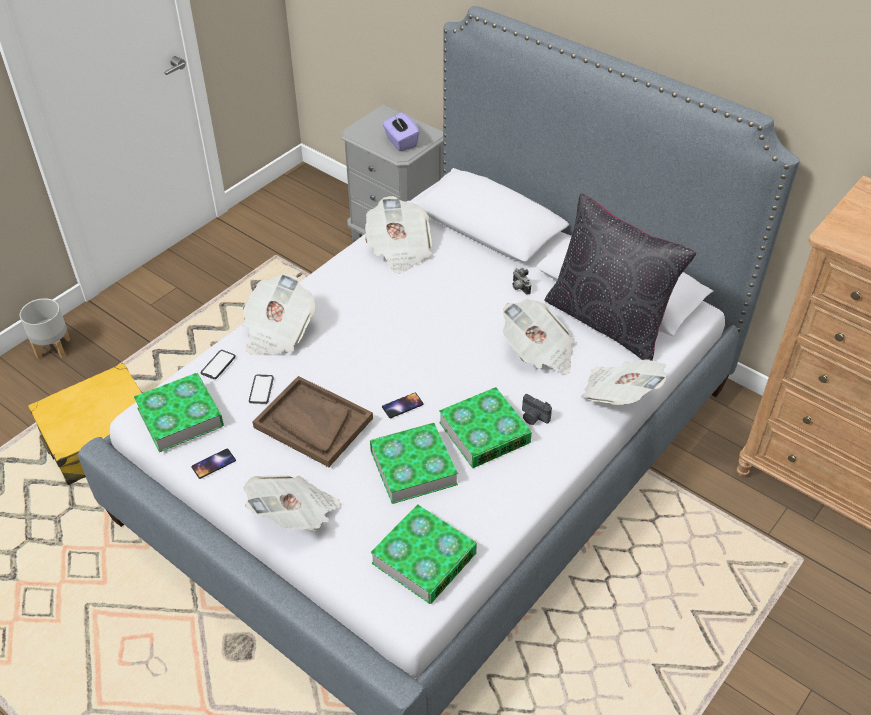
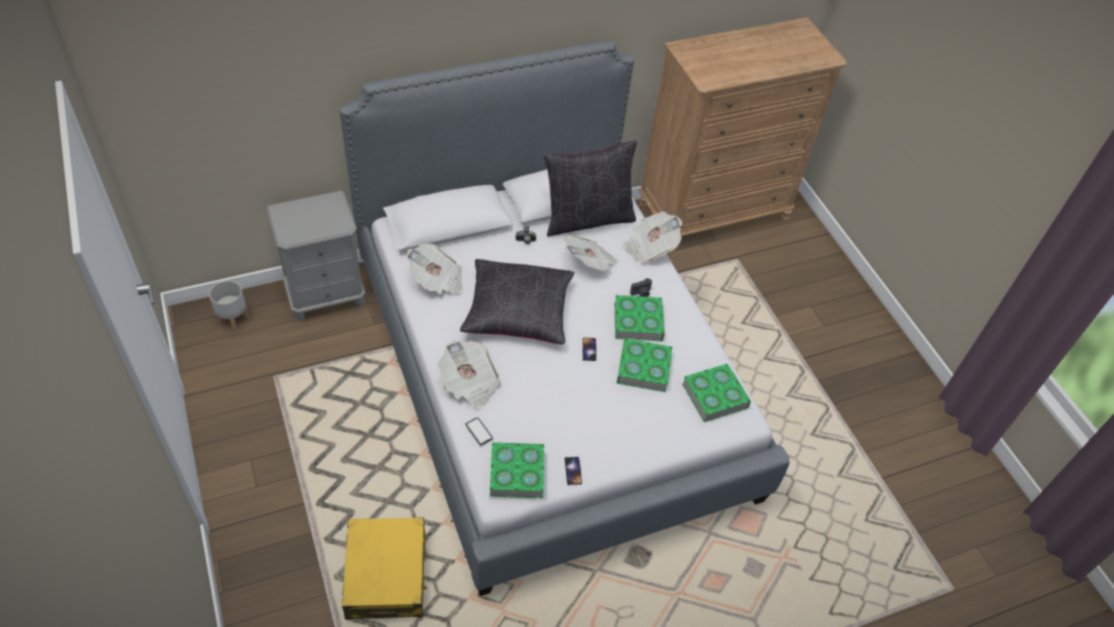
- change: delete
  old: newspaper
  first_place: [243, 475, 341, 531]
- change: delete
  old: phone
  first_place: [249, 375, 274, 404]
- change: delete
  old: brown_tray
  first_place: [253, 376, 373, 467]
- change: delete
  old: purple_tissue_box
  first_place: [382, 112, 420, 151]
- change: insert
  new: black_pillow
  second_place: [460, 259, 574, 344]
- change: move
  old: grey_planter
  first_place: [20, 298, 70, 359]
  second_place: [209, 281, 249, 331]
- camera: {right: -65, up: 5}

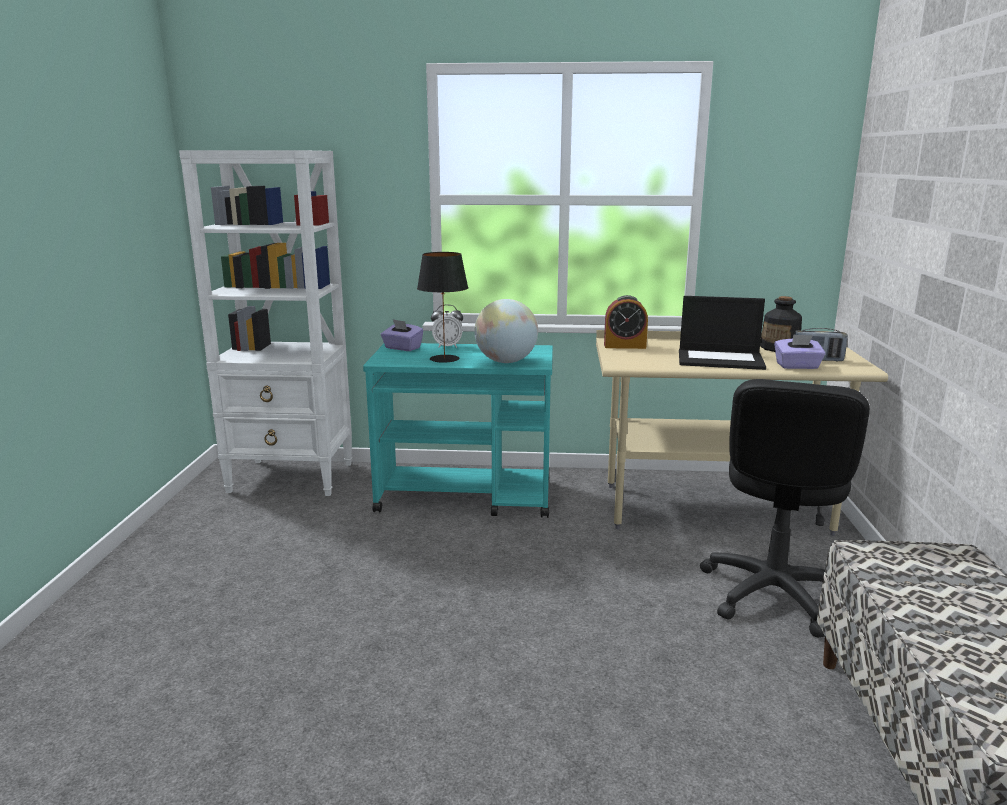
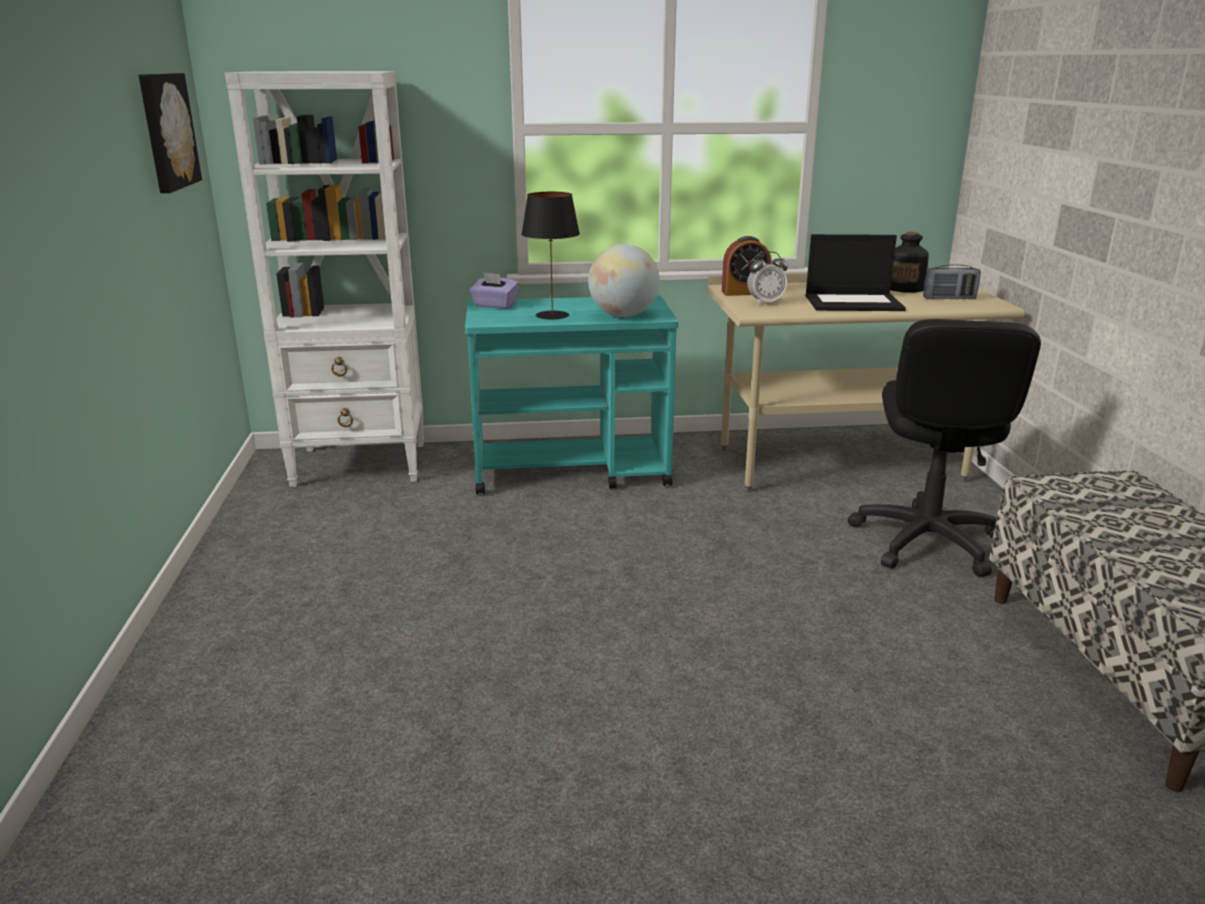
- change: delete
  old: purple_tissue_box
  first_place: [774, 334, 826, 369]
- change: insert
  new: picture
  second_place: [138, 73, 202, 193]
- change: move
  old: alarm_clock
  first_place: [431, 304, 463, 348]
  second_place: [747, 251, 788, 305]
- camera: {right: -10, up: 5}

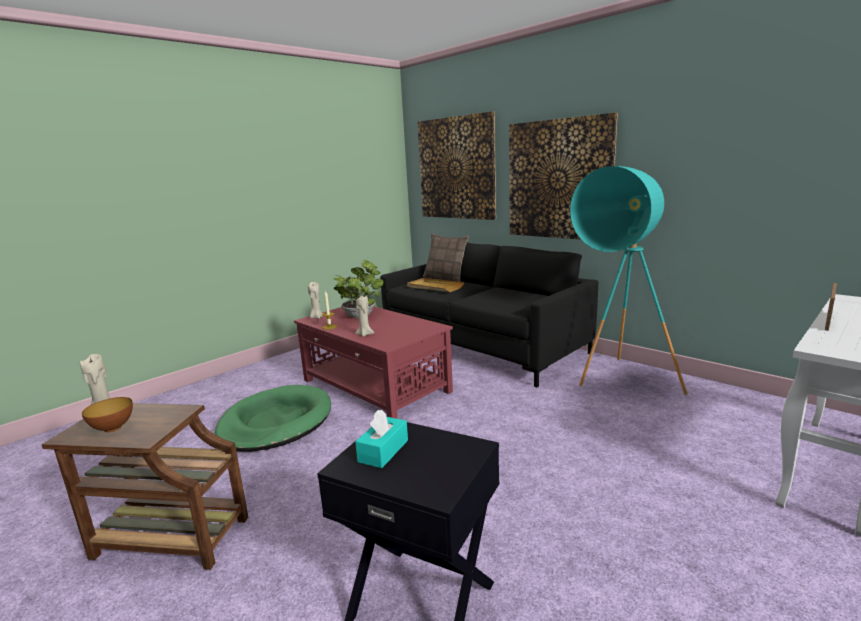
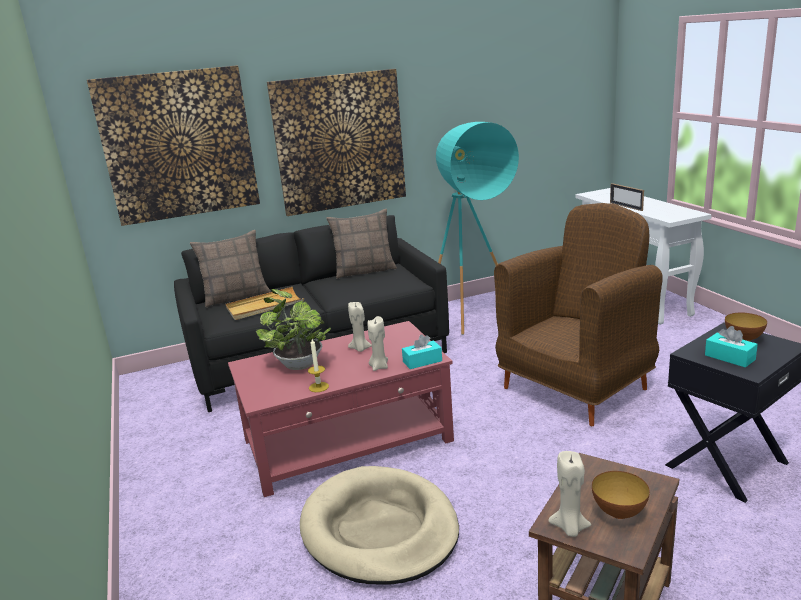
- change: insert
  new: pillow
  second_place: [326, 209, 397, 279]
- change: insert
  new: turquoise_tissue_box
  second_place: [402, 335, 442, 369]
- change: insert
  new: brown_armchair
  second_place: [494, 203, 663, 426]
- change: insert
  new: bowl
  second_place: [725, 313, 767, 341]
- change: move
  old: beige_candle
  first_place: [308, 282, 323, 319]
  second_place: [348, 302, 372, 352]
- change: recolor
  old: green_dog_bed
  new: beige_dog_bed
  first_place: [215, 385, 331, 452]
  second_place: [300, 466, 459, 585]
- camera: {right: -65, up: 5}

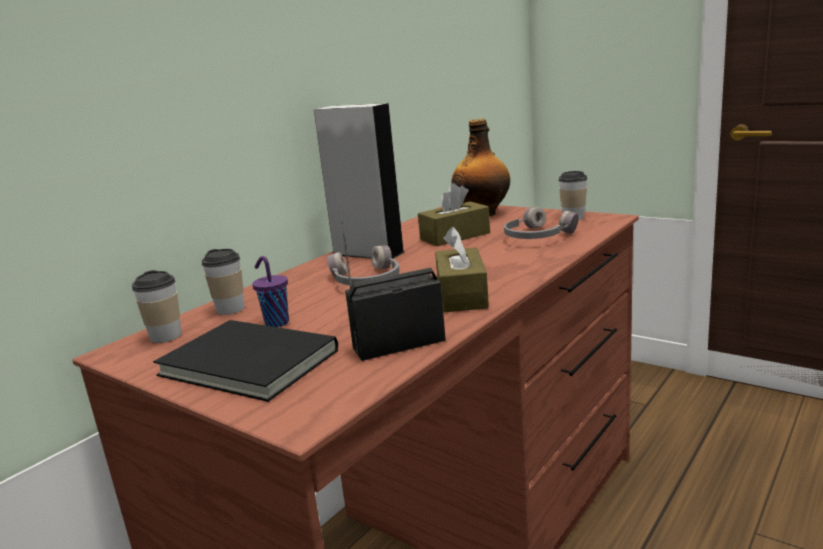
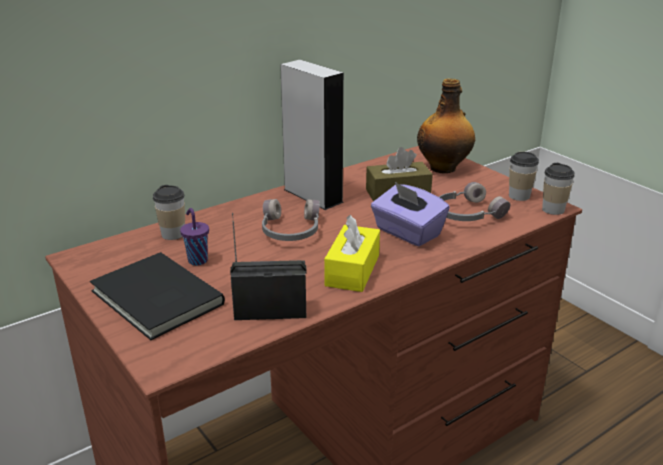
- change: insert
  new: purple_tissue_box
  second_place: [371, 182, 450, 246]
- change: move
  old: cup
  first_place: [132, 270, 182, 343]
  second_place: [542, 163, 575, 215]
- change: recolor
  old: brown_tissue_box
  new: yellow_tissue_box
  first_place: [435, 227, 489, 312]
  second_place: [324, 215, 380, 292]
- camera: {right: 15, up: 10}

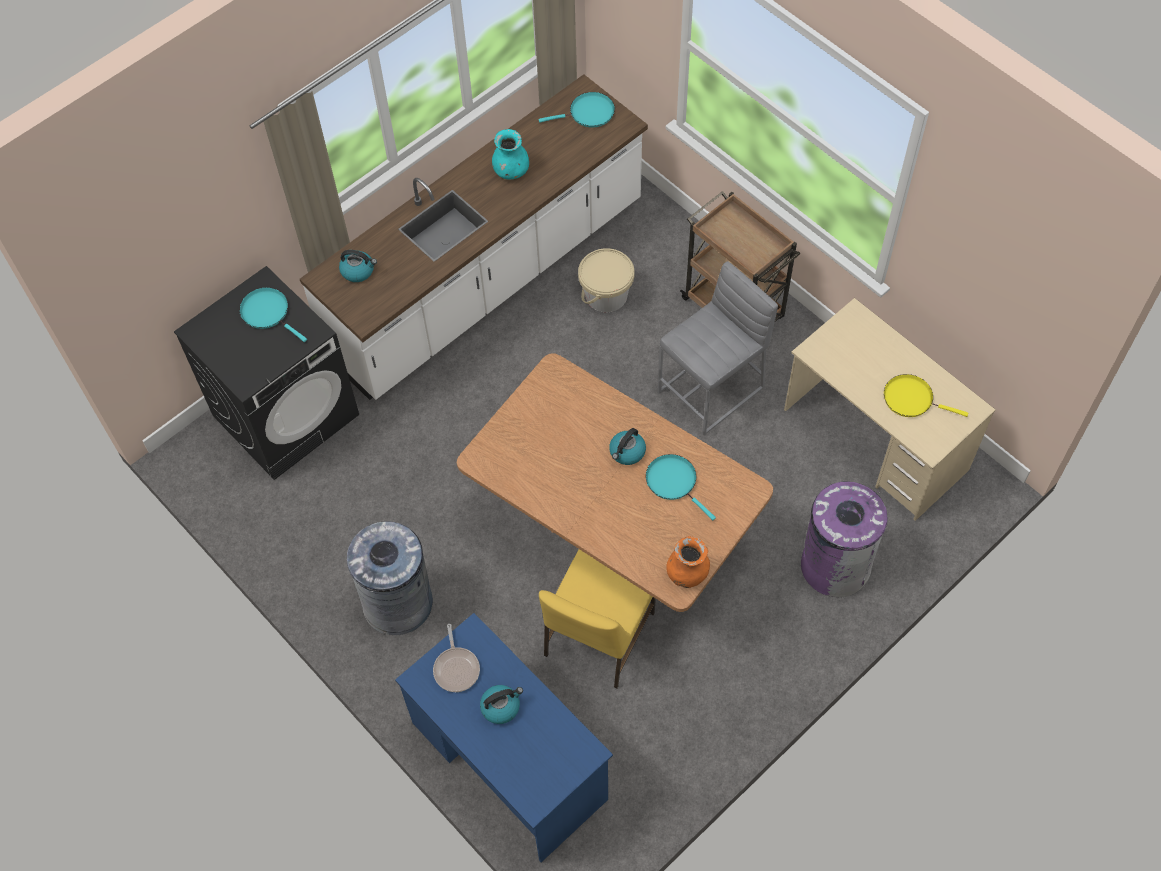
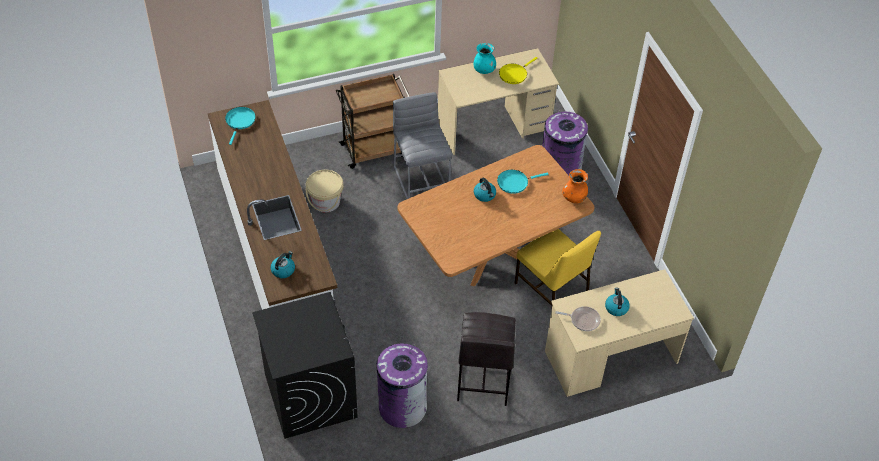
- change: delete
  old: turquoise_frying_pan
  first_place: [239, 287, 307, 342]
- change: insert
  new: purple_trash_can
  second_place: [376, 344, 428, 428]
- change: move
  old: turquoise_vase
  first_place: [492, 129, 529, 179]
  second_place: [474, 43, 496, 74]
- change: replace
  old: grey_trash_can
  new: grey_stool
  first_place: [347, 521, 433, 635]
  second_place: [457, 312, 516, 406]
- change: recolor
  old: blue_desk
  new: beige_desk
  first_place: [395, 613, 613, 862]
  second_place: [545, 269, 694, 397]
- camera: {right: -70, up: -10}

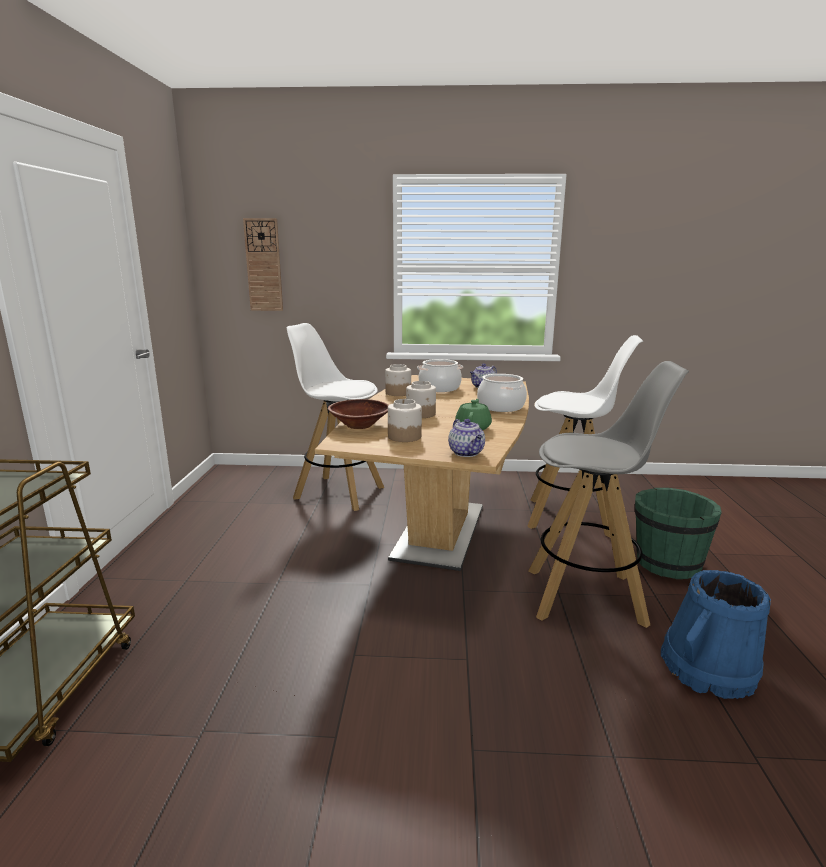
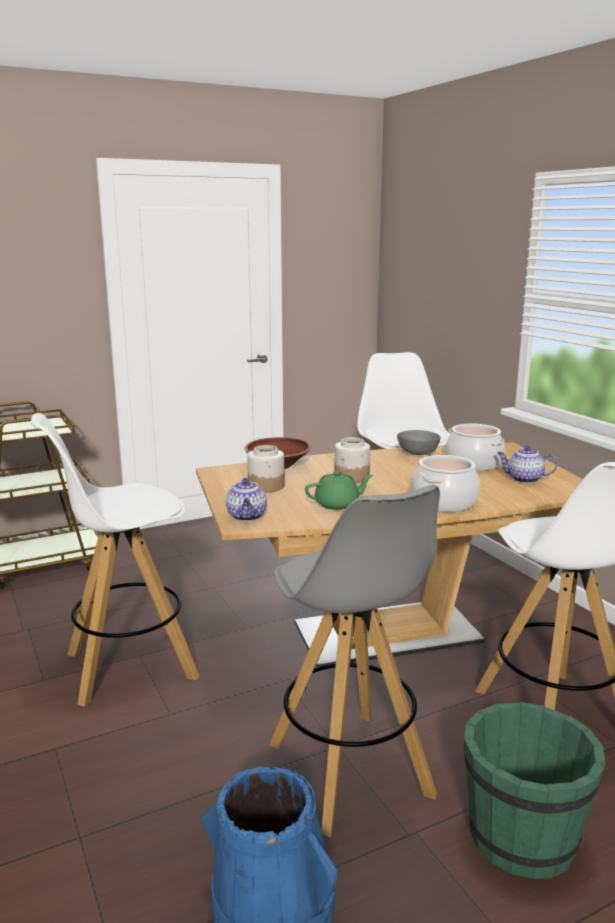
- change: delete
  old: wall_clock
  first_place: [243, 218, 283, 311]
- change: insert
  new: white_stool
  second_place: [31, 413, 200, 706]
- change: replace
  old: jar
  new: grey_bowl
  first_place: [385, 364, 411, 396]
  second_place: [397, 430, 440, 455]
- change: rotate
  old: teapot
  first_place: [448, 419, 485, 457]
  second_place: [226, 478, 267, 521]
  degrees: -45
- camera: {right: 60, up: 0}

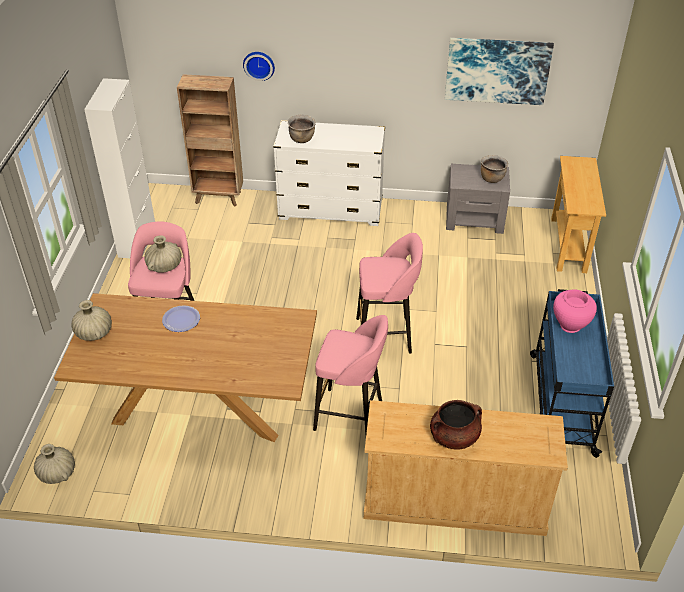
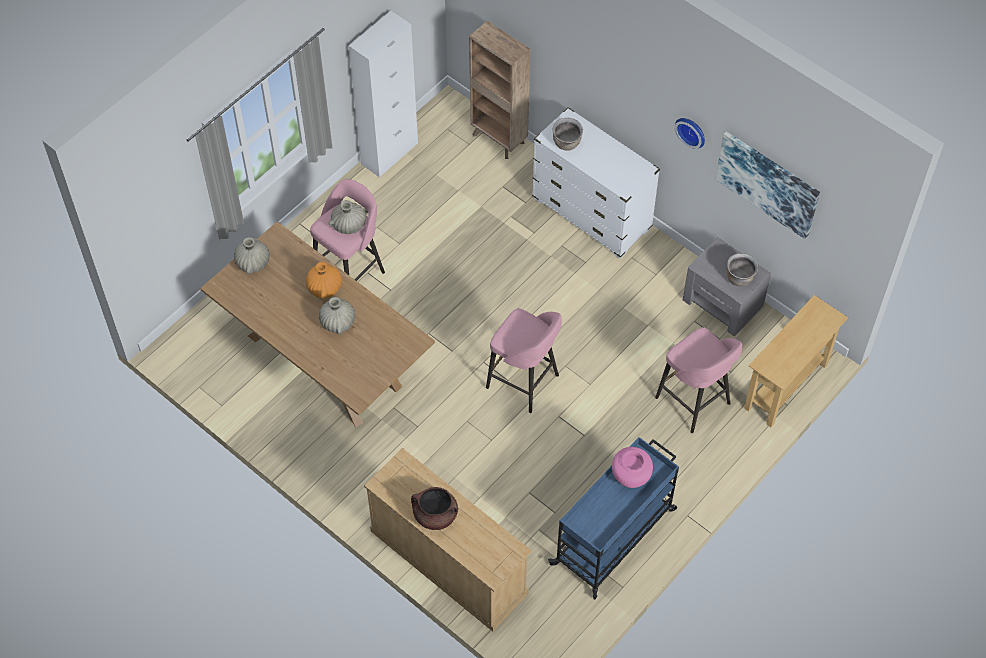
- change: move
  old: beige_vase
  first_place: [34, 444, 75, 484]
  second_place: [319, 297, 355, 335]
- change: move
  old: wall_clock
  first_place: [243, 52, 275, 81]
  second_place: [675, 118, 705, 149]
- change: move
  old: pink_stool
  first_place: [313, 315, 388, 433]
  second_place: [655, 327, 742, 433]
- change: replace
  old: plate
  new: orange_vase
  first_place: [162, 305, 200, 332]
  second_place: [306, 262, 342, 299]
- camera: {right: 35, up: 15}

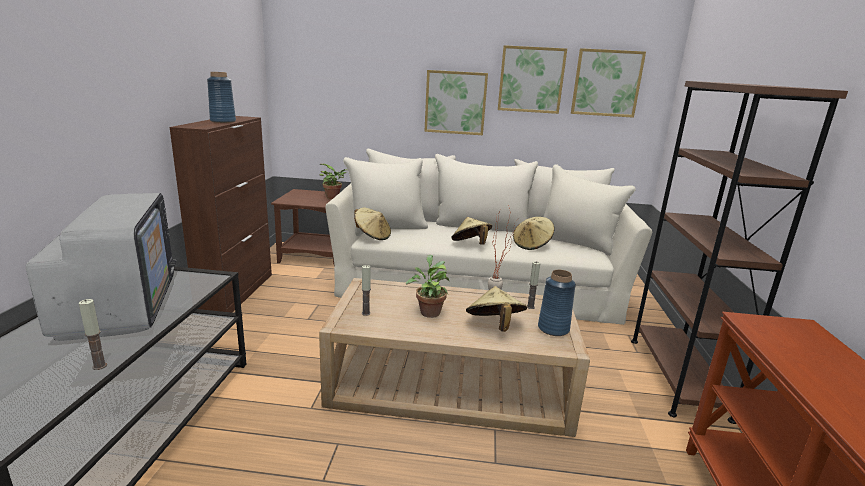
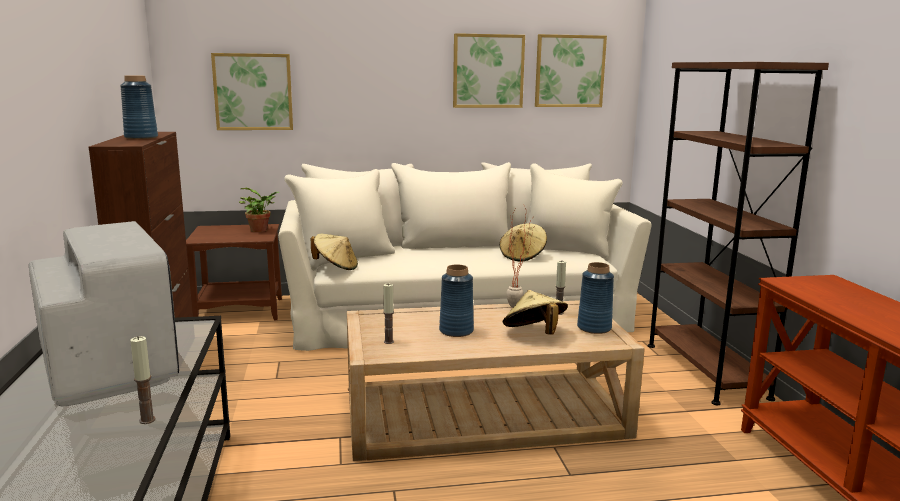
- change: delete
  old: beige_hat
  first_place: [451, 217, 492, 244]
- change: move
  old: picture
  first_place: [424, 70, 488, 135]
  second_place: [211, 53, 293, 130]
- change: replace
  old: potted_plant
  new: blue_vase
  first_place: [406, 255, 450, 318]
  second_place: [439, 265, 474, 337]
- camera: {right: -15, up: -5}

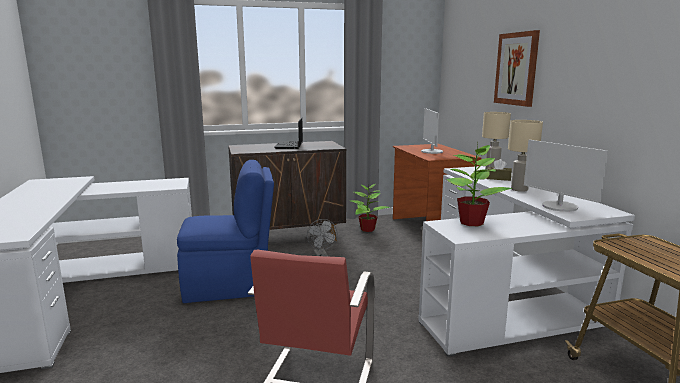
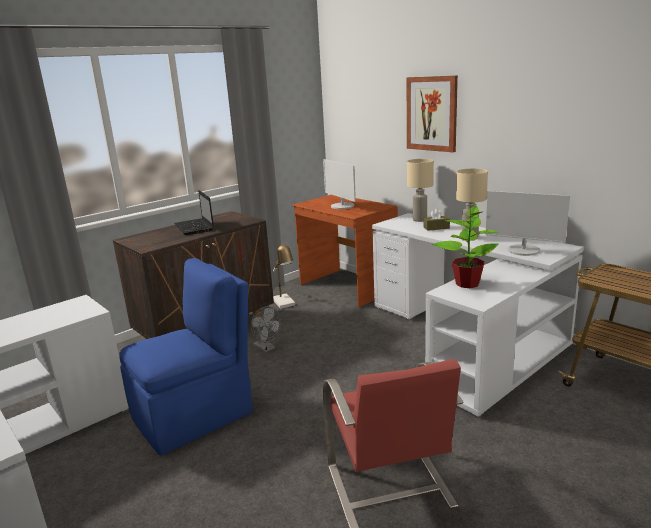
- change: replace
  old: potted_plant
  new: table_lamp
  first_place: [351, 184, 391, 232]
  second_place: [273, 243, 295, 309]
- camera: {right: -25, up: 5}

